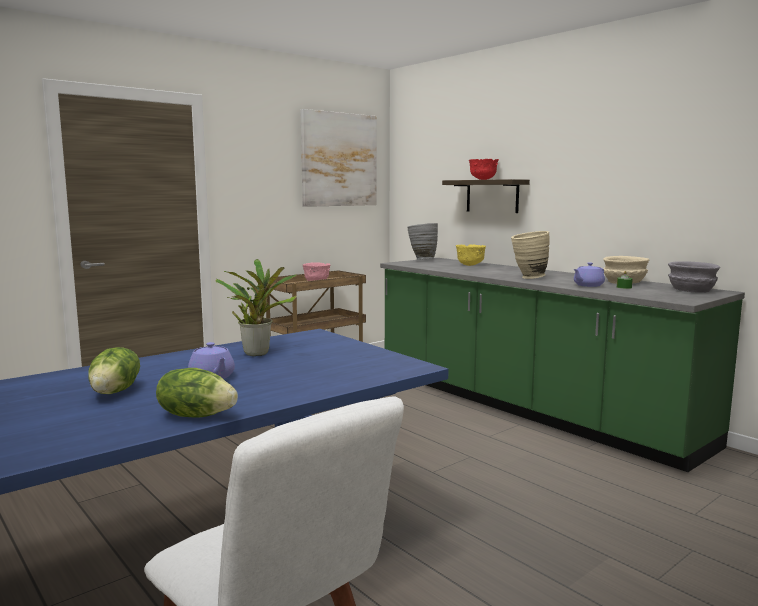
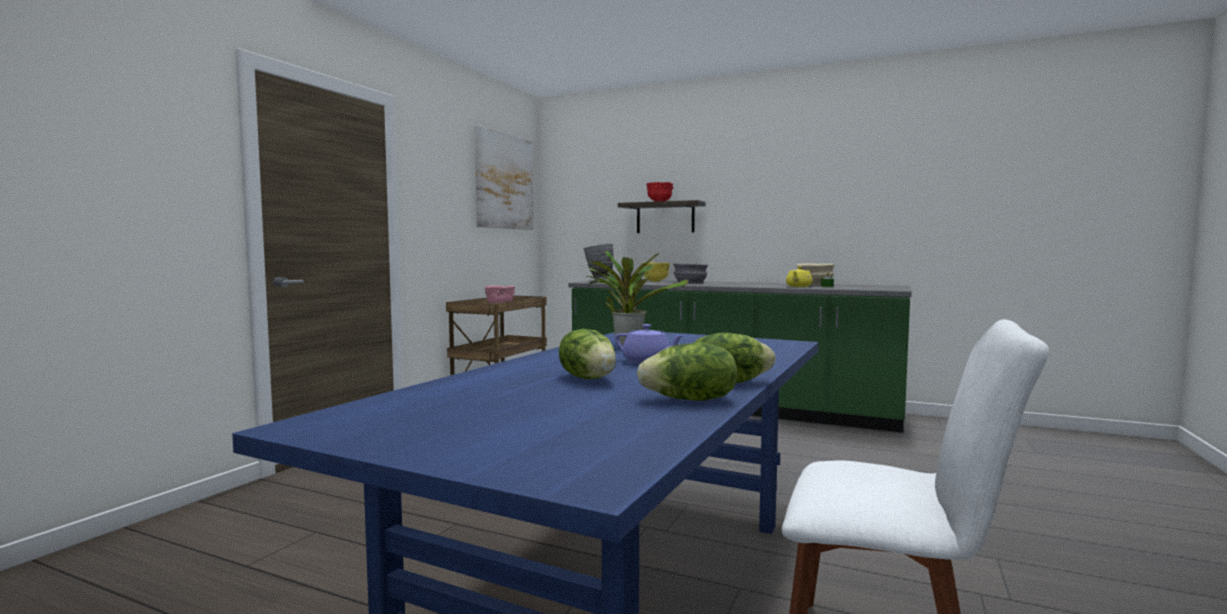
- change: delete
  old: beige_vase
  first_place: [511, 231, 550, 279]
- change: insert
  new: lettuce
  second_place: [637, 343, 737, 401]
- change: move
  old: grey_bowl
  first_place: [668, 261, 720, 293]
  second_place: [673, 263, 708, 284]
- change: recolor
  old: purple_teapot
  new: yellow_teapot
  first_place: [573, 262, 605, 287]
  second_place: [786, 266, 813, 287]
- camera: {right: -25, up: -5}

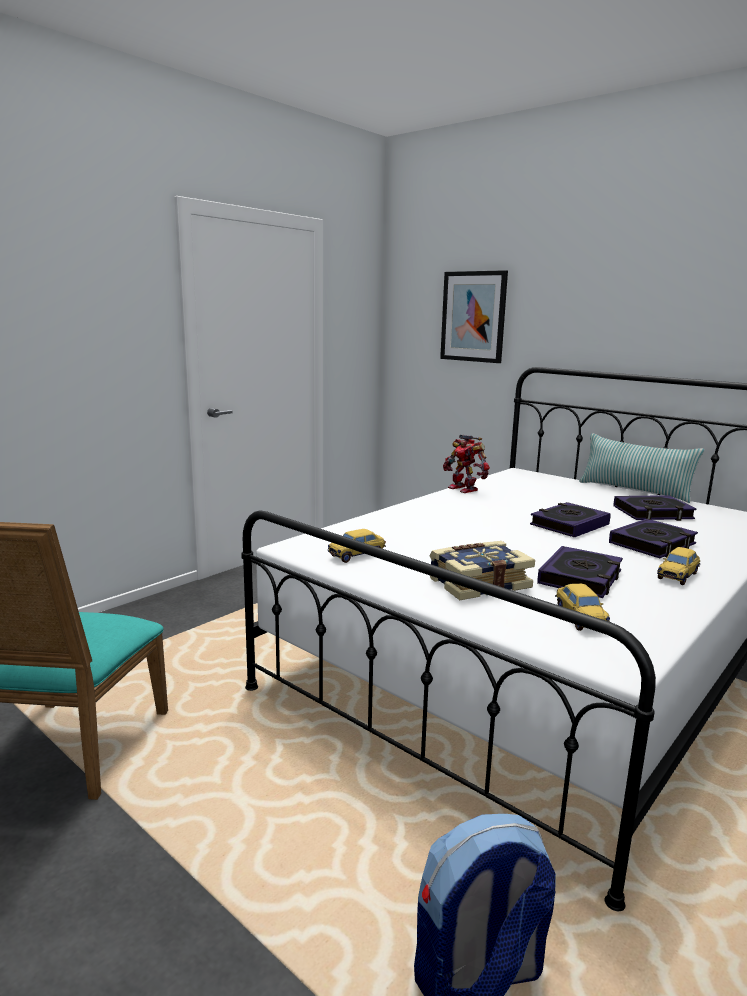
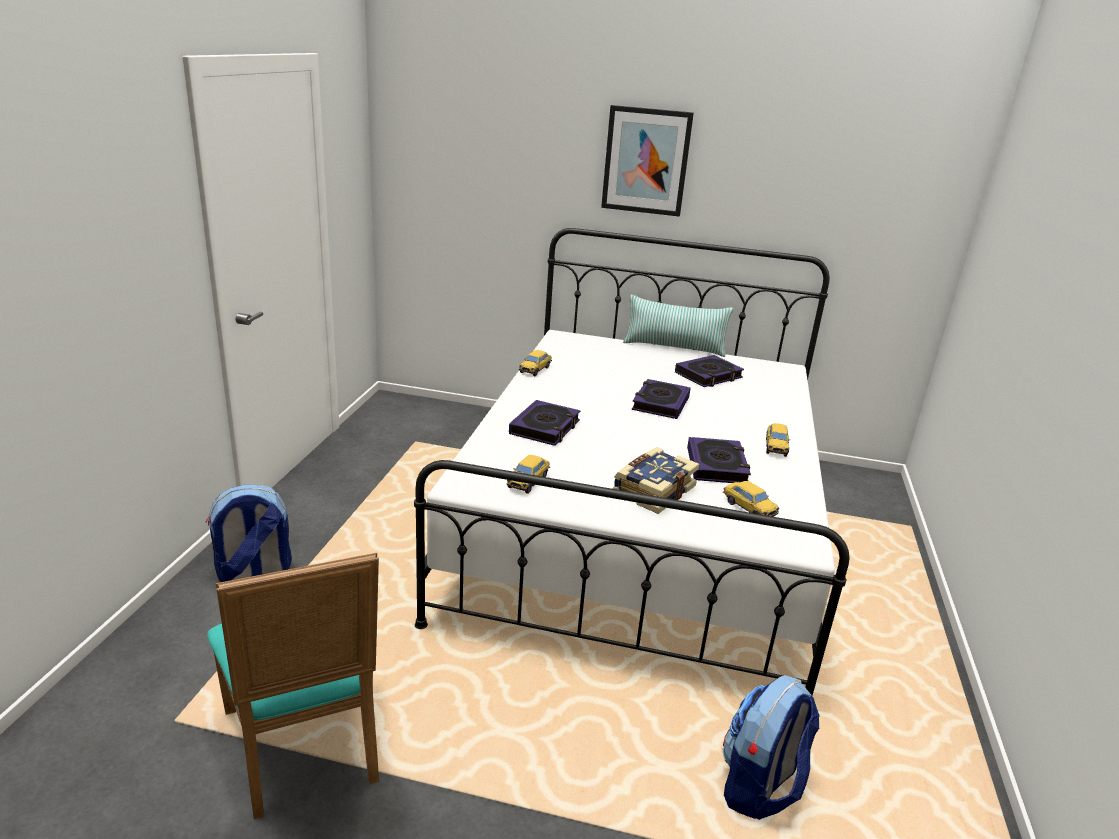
- change: insert
  new: backpack
  second_place: [206, 484, 292, 582]
- change: move
  old: picture
  first_place: [440, 270, 508, 363]
  second_place: [601, 105, 694, 217]
- change: move
  old: book
  first_place: [609, 519, 698, 558]
  second_place: [509, 400, 580, 446]
- change: replace
  old: toy_robot
  new: toy_car
  first_place: [443, 435, 490, 493]
  second_place: [519, 350, 552, 376]
- camera: {right: -30, up: 10}

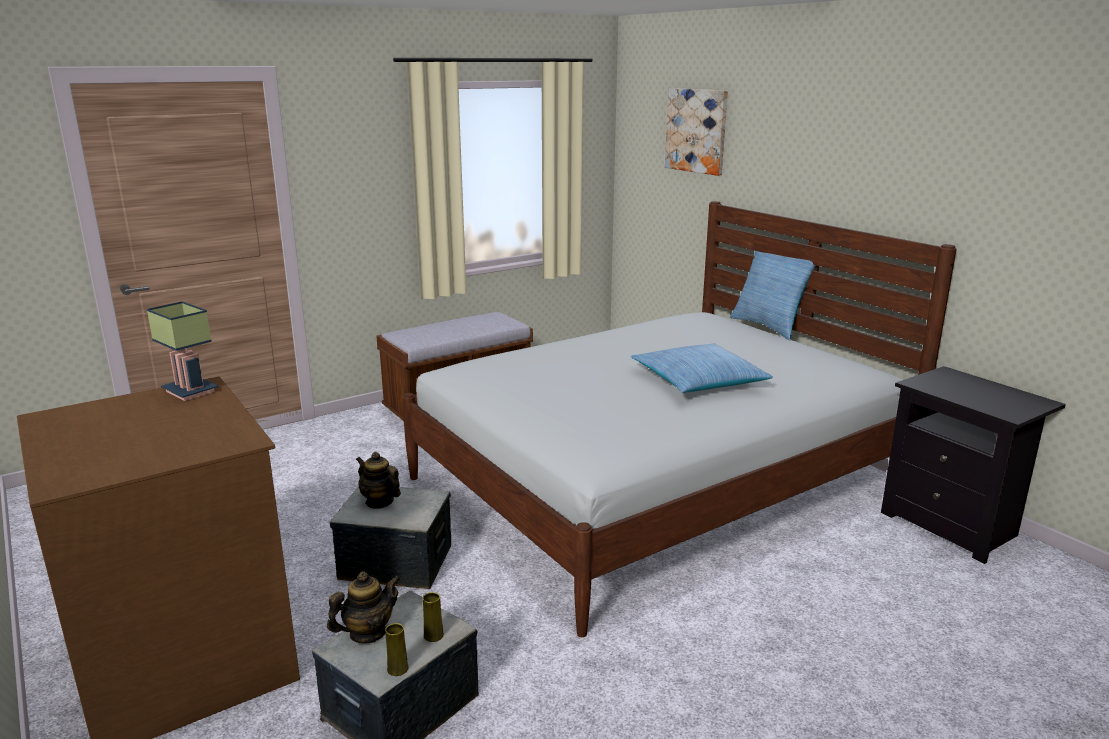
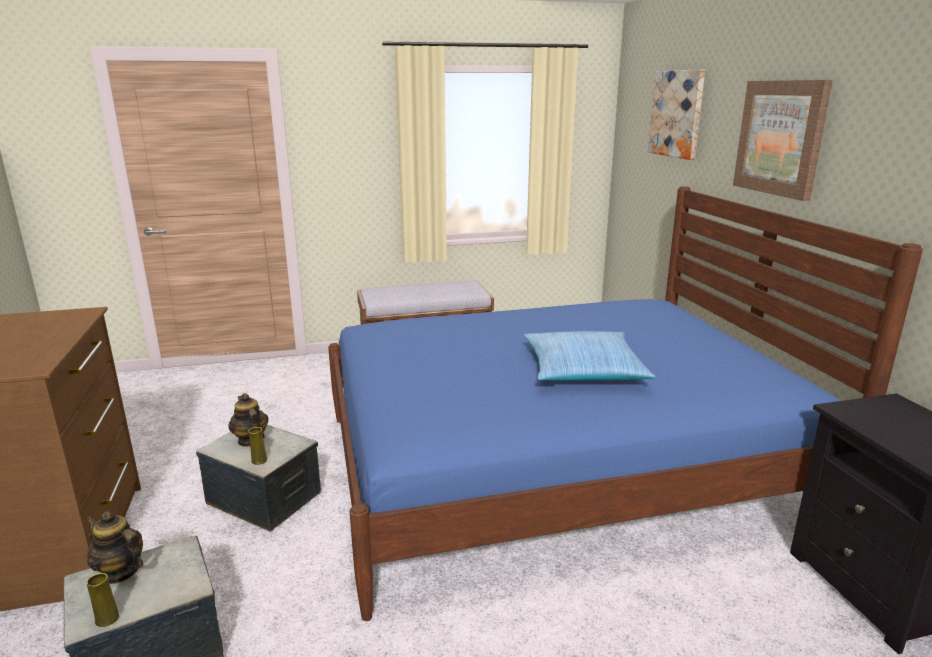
- change: delete
  old: table_lamp
  first_place: [147, 301, 218, 401]
- change: delete
  old: pillow
  first_place: [730, 251, 816, 341]
- change: insert
  new: picture
  second_place: [733, 80, 833, 201]
- change: move
  old: yellow_vase
  first_place: [423, 592, 444, 642]
  second_place: [248, 427, 267, 465]
- change: recolor
  old: white_bed
  new: blue_bed
  first_place: [402, 201, 957, 637]
  second_place: [328, 186, 923, 621]
- change: rotate
  old: teapot
  first_place: [327, 571, 401, 643]
  second_place: [86, 511, 143, 584]
  degrees: -135
- camera: {right: 20, up: 0}

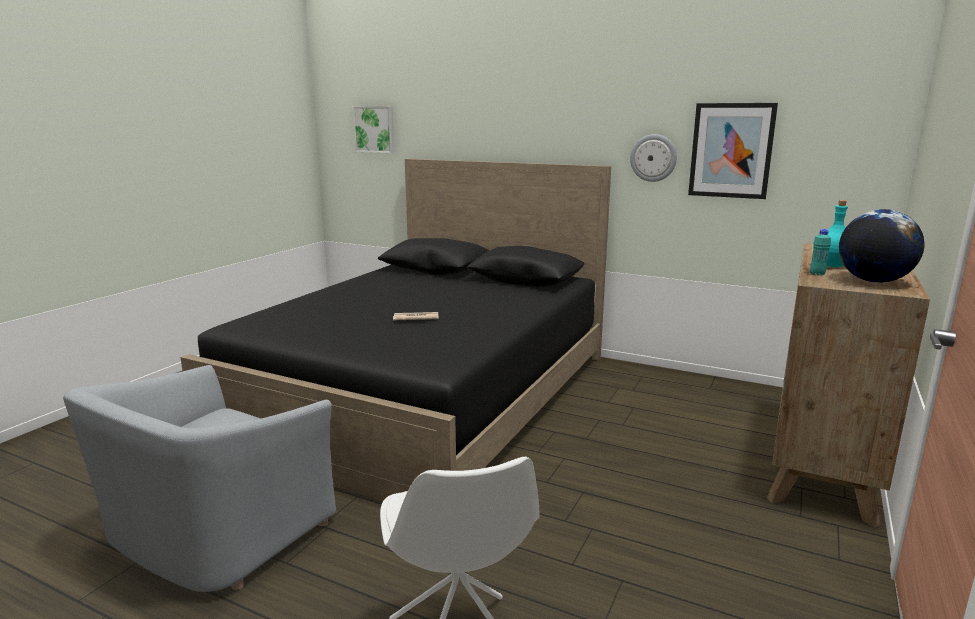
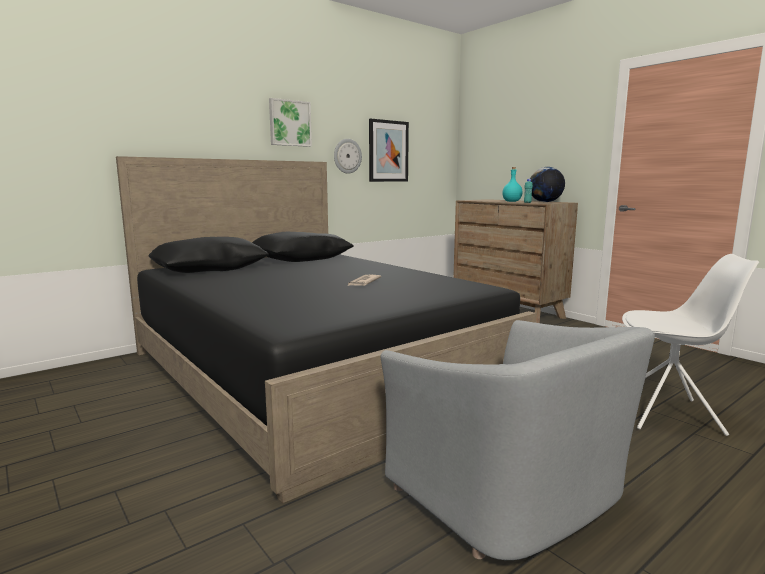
- change: move
  old: picture
  first_place: [352, 106, 395, 153]
  second_place: [269, 98, 312, 147]
- camera: {right: -65, up: -5}

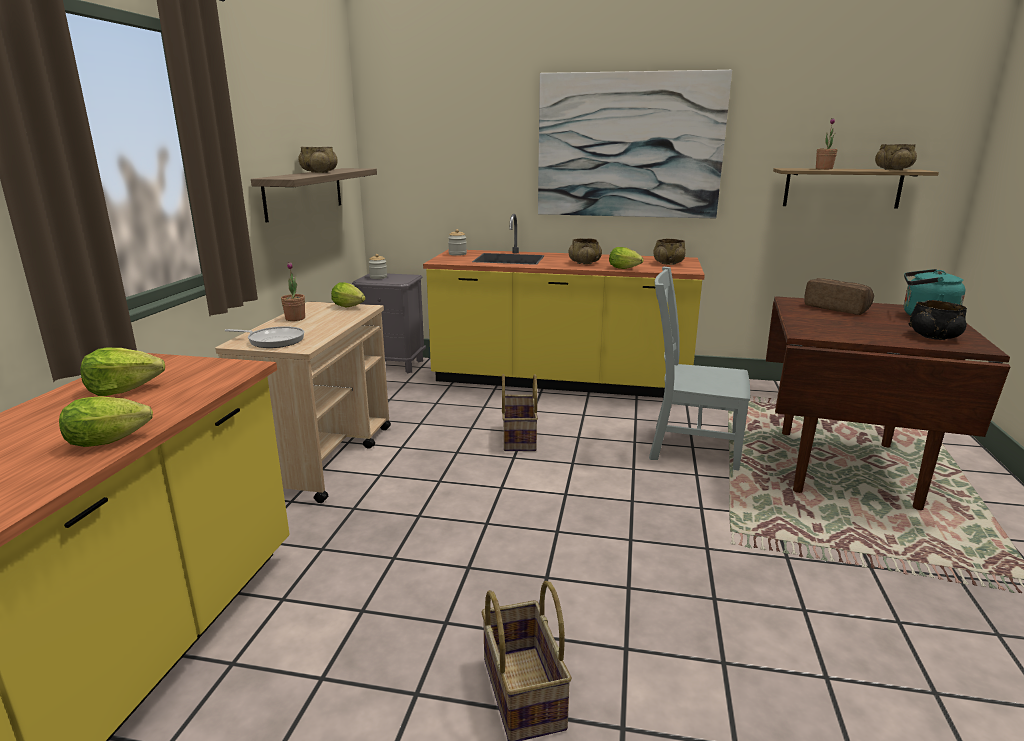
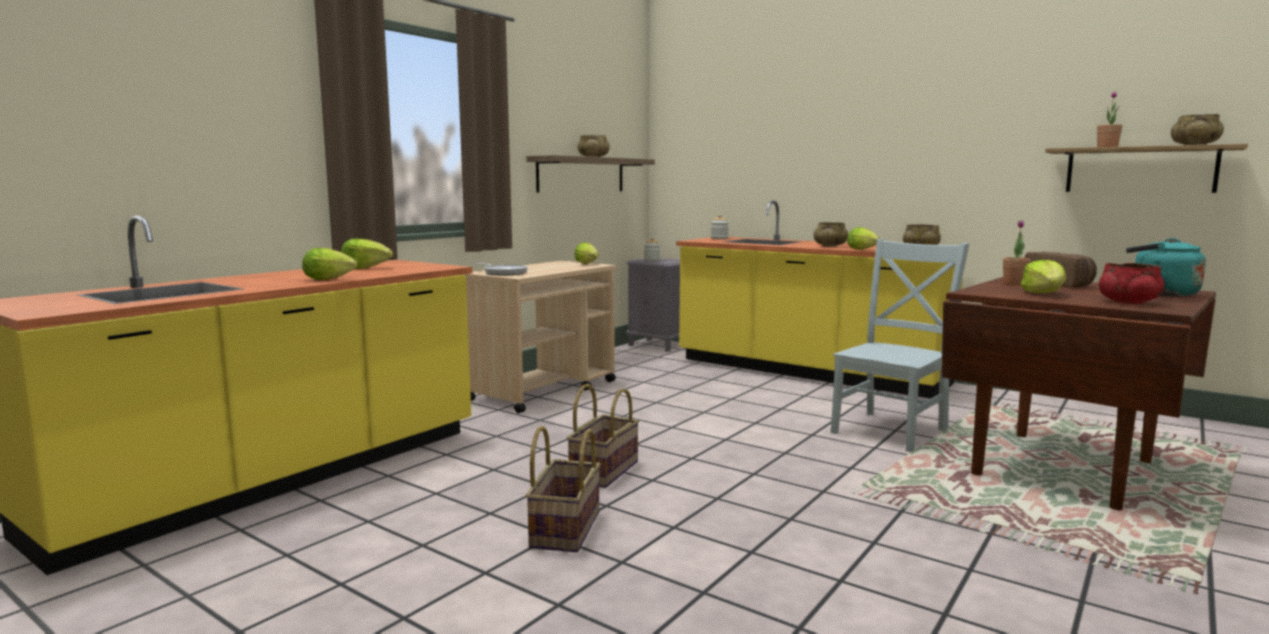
- change: delete
  old: picture
  first_place: [538, 70, 732, 219]
- change: insert
  new: lettuce
  second_place: [1021, 260, 1066, 293]
- change: move
  old: potted_plant
  first_place: [281, 262, 305, 321]
  second_place: [1003, 220, 1031, 285]
- change: move
  old: basket
  first_place: [502, 374, 538, 451]
  second_place: [567, 384, 639, 488]
- change: recolor
  old: black_bowl
  new: red_bowl
  first_place: [908, 300, 967, 340]
  second_place: [1099, 263, 1164, 304]
- change: rotate
  old: grey_chair
  first_place: [649, 267, 750, 471]
  second_place: [830, 239, 969, 452]
  degrees: 90
- camera: {right: 25, up: -10}

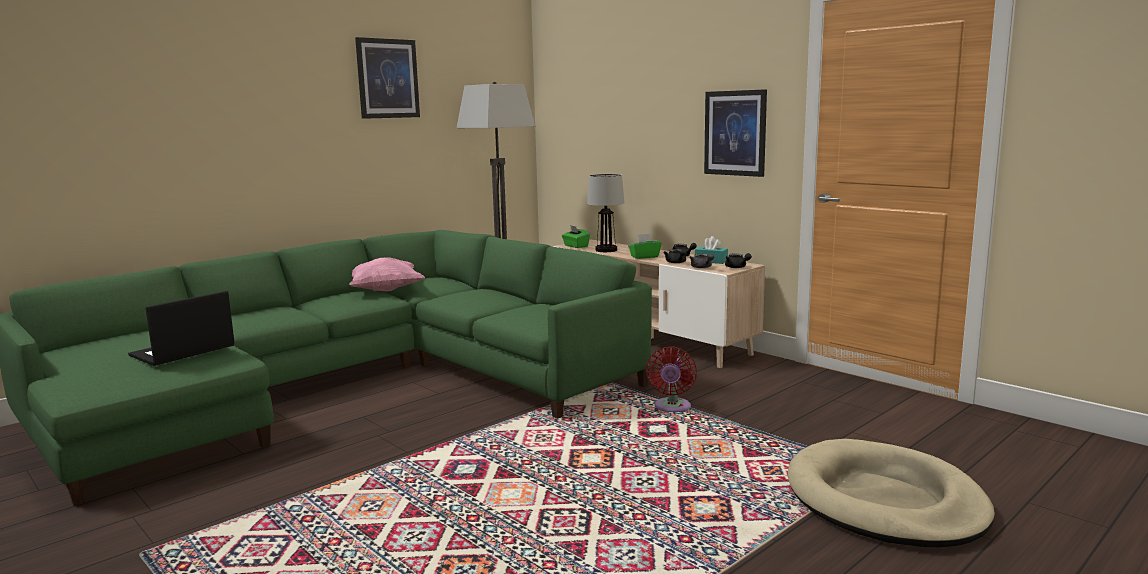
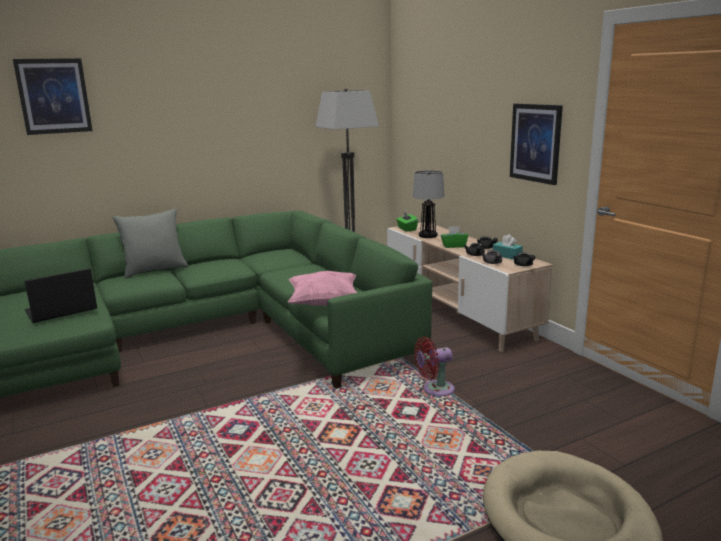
- change: insert
  new: grey_pillow
  second_place: [113, 209, 189, 279]
- change: move
  old: pink_pillow
  first_place: [349, 257, 425, 291]
  second_place: [288, 271, 358, 306]
- change: move
  old: picture
  first_place: [355, 37, 420, 119]
  second_place: [13, 58, 93, 135]
- change: rotate
  old: red_fan
  first_place: [646, 347, 697, 412]
  second_place: [414, 337, 455, 396]
  degrees: 45
- camera: {right: 15, up: 5}

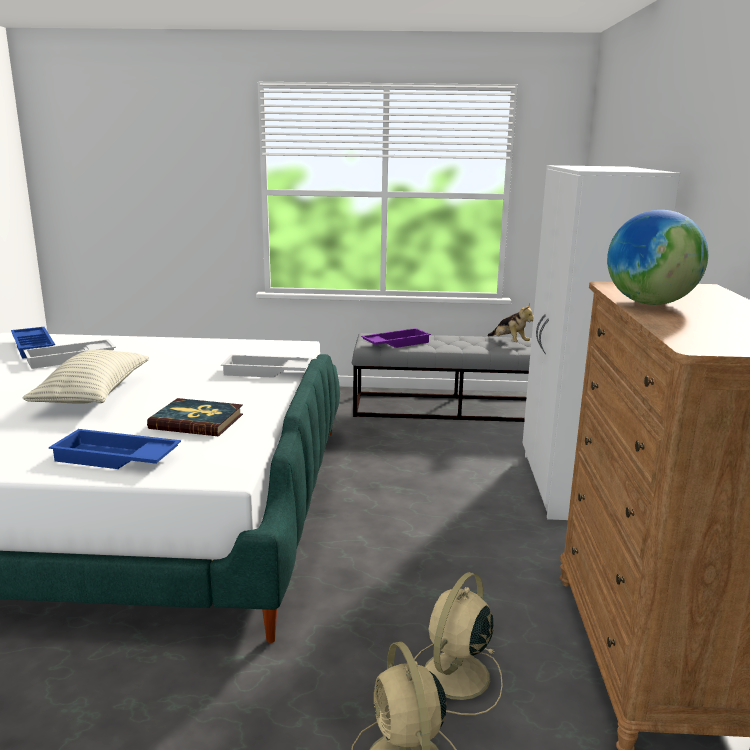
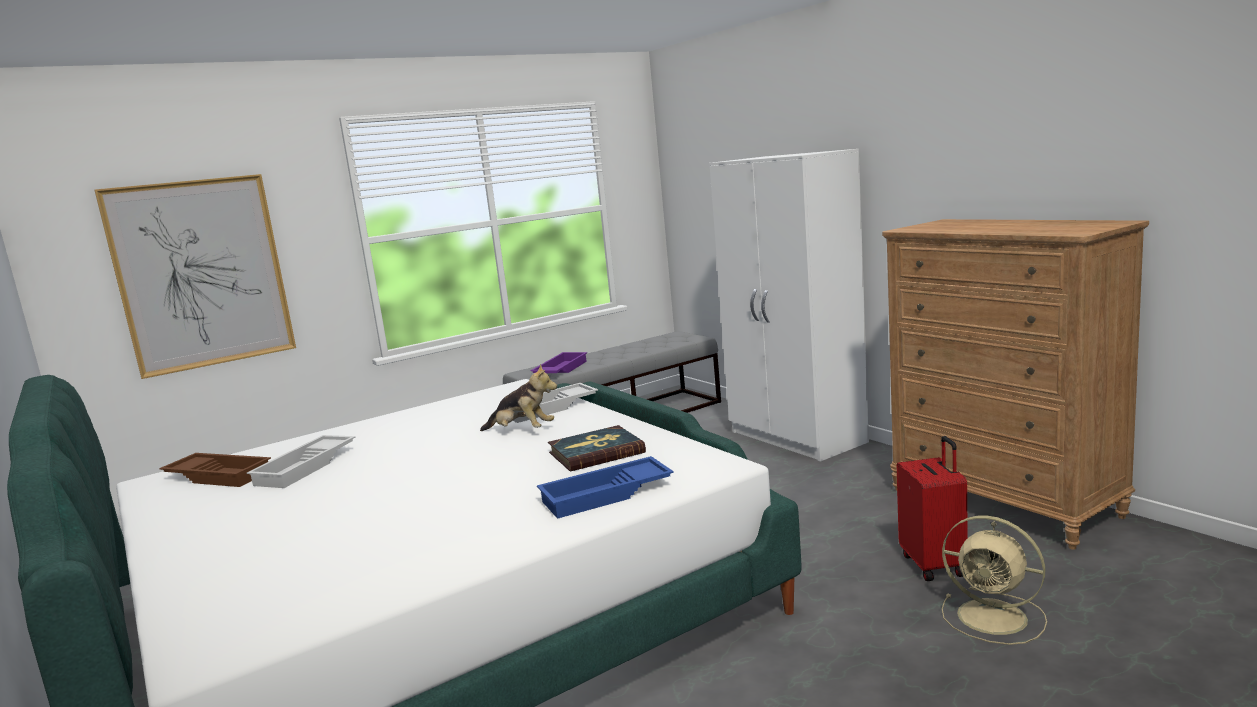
- change: delete
  old: pillow
  first_place: [23, 349, 149, 404]
- change: delete
  old: globe
  first_place: [607, 210, 708, 305]
- change: insert
  new: picture
  second_place: [95, 174, 296, 379]
- change: move
  old: plush_toy
  first_place: [487, 304, 534, 342]
  second_place: [480, 364, 557, 431]
- change: replace
  old: beige_fan
  new: red_suitcase
  first_place: [414, 572, 503, 715]
  second_place: [897, 436, 968, 581]
- change: recolor
  old: blue_tray
  new: brown_tray
  first_place: [11, 327, 55, 359]
  second_place: [159, 453, 271, 487]
- camera: {right: -35, up: -5}

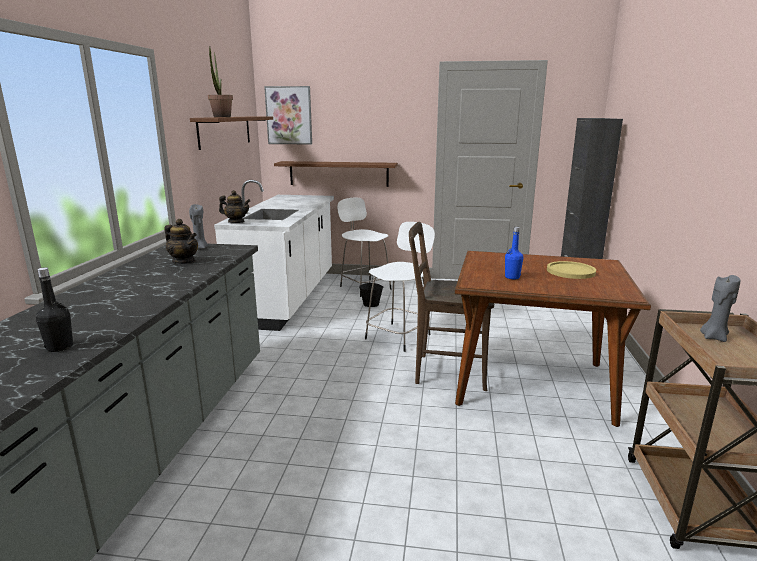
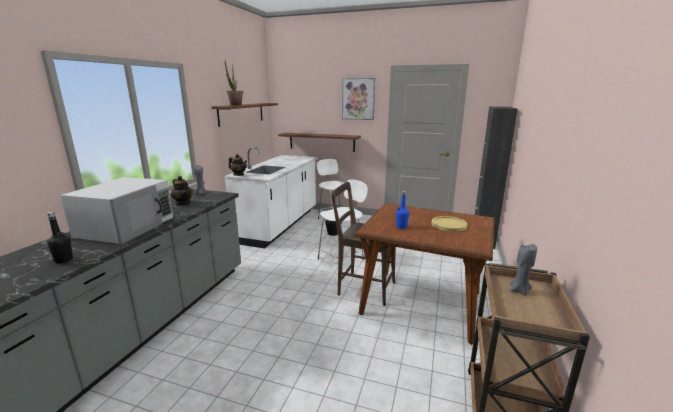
- change: insert
  new: white_microwave
  second_place: [60, 177, 173, 244]
- change: move
  old: picture
  first_place: [264, 86, 312, 144]
  second_place: [342, 78, 375, 120]
- camera: {right: 10, up: 0}

